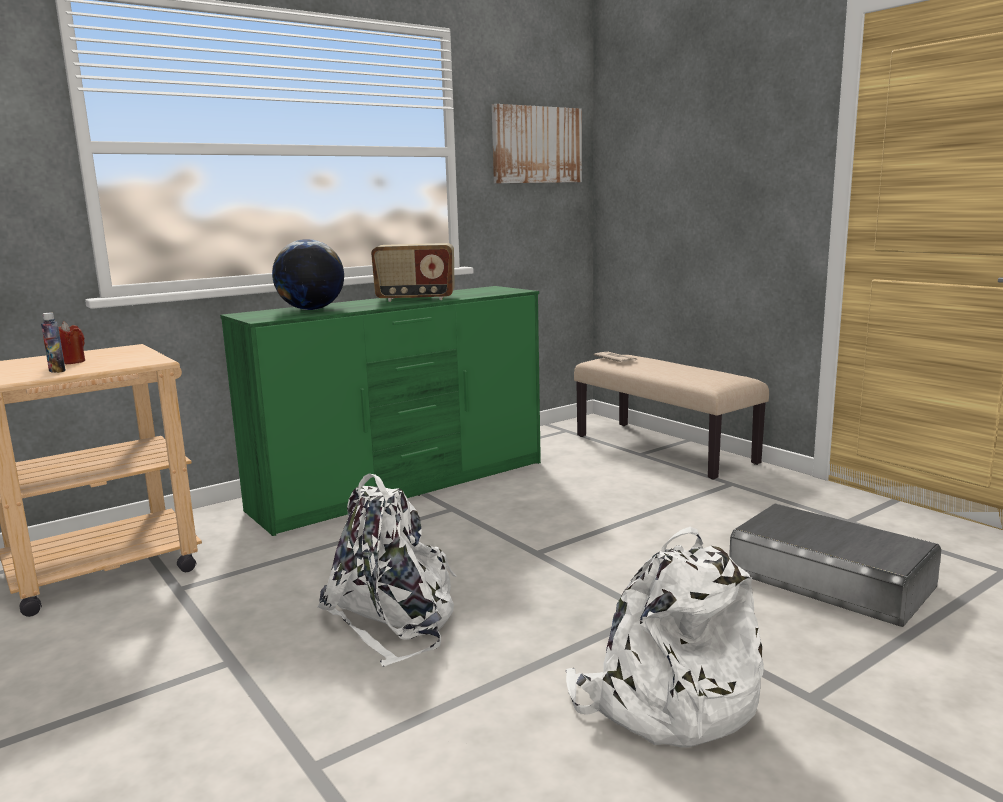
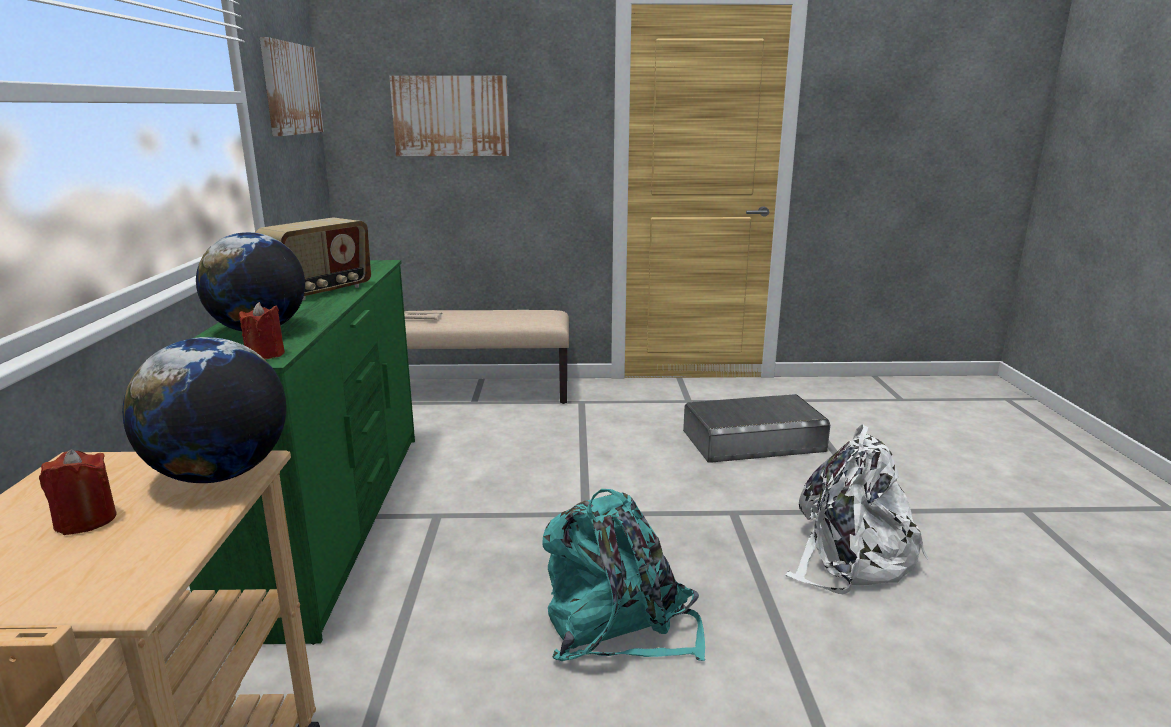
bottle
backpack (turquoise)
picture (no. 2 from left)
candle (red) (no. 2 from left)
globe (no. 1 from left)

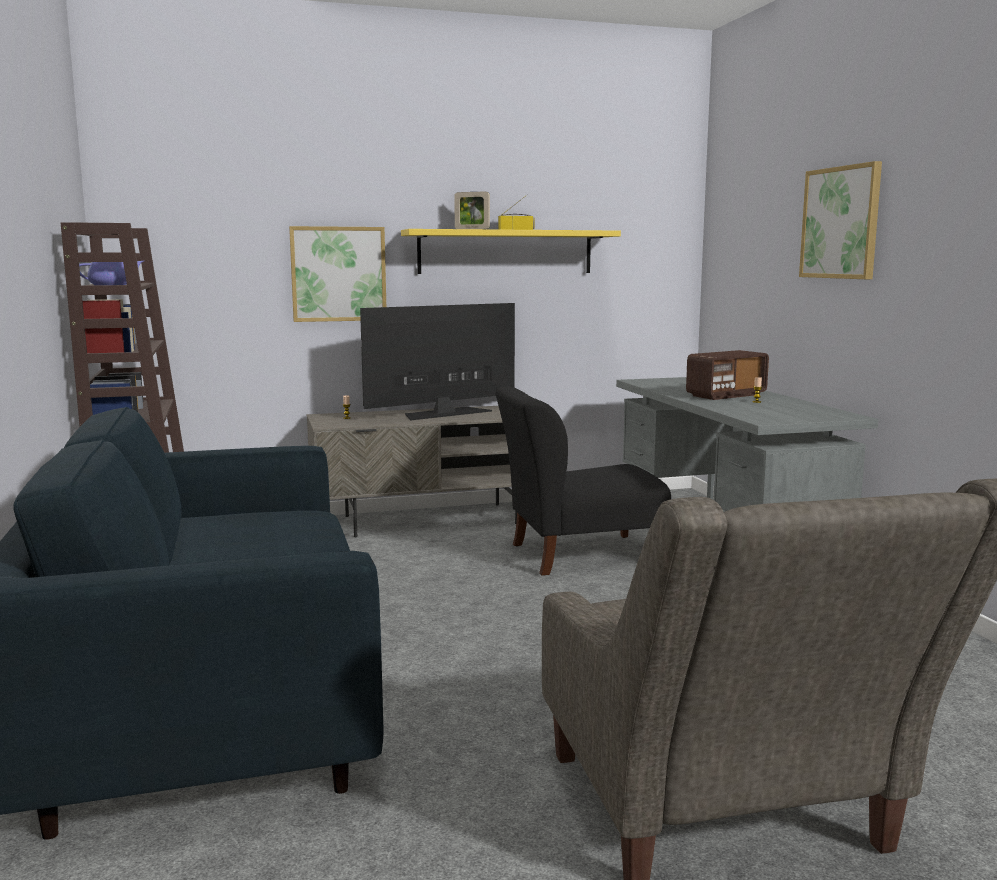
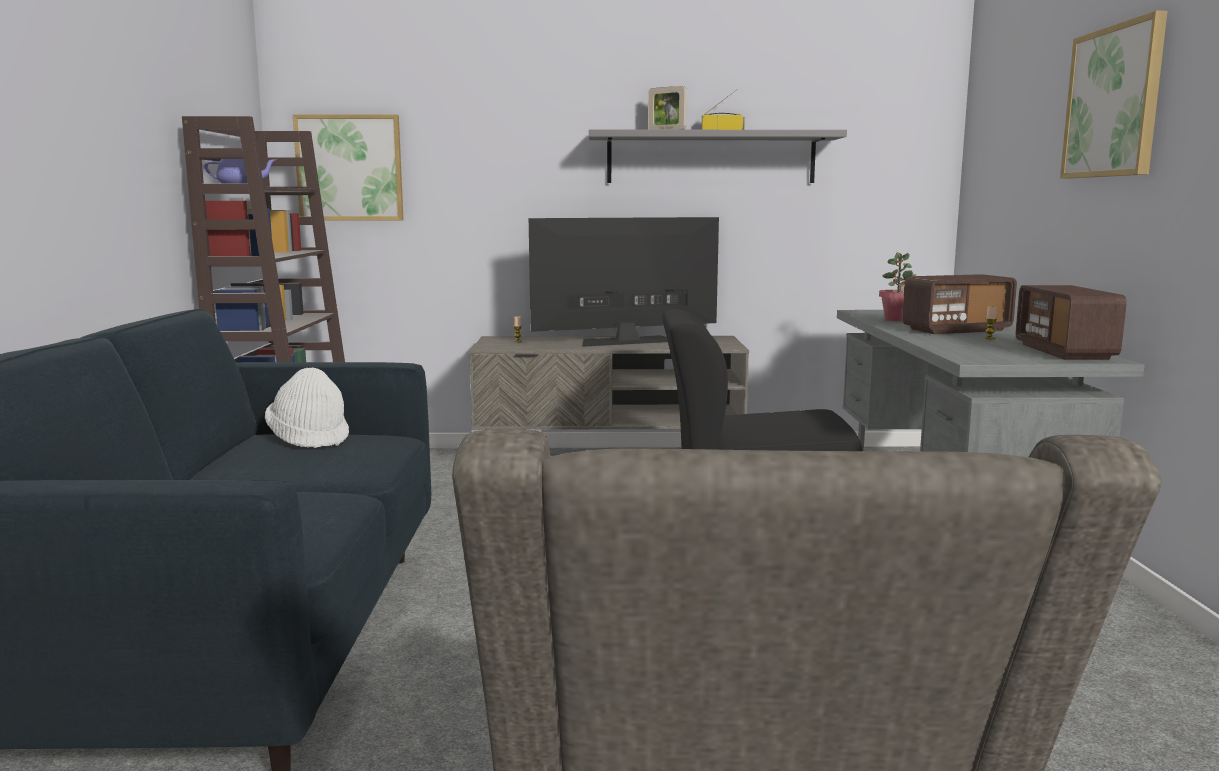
picture (no. 1 from left)
shelf (grey)
potted plant
radio (no. 3 from left)
hat (white)

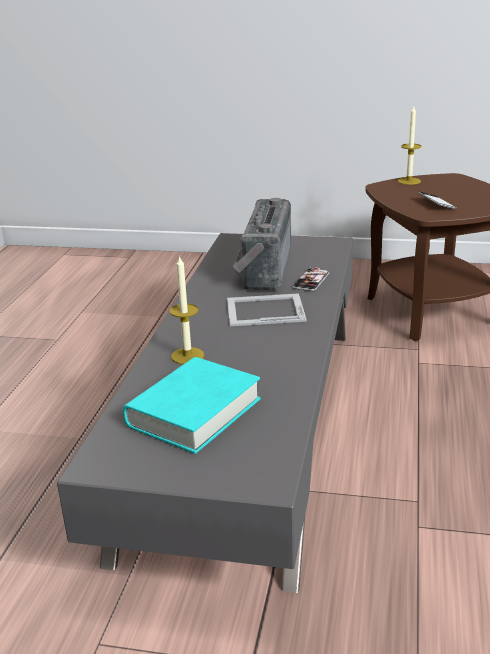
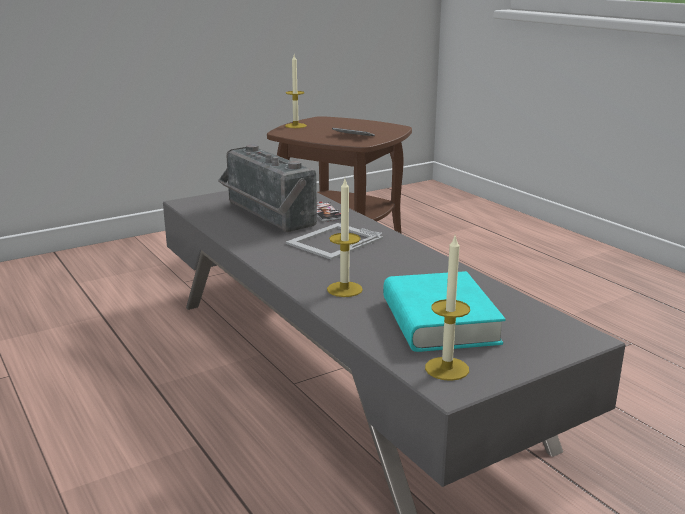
candle (no. 3 from left)

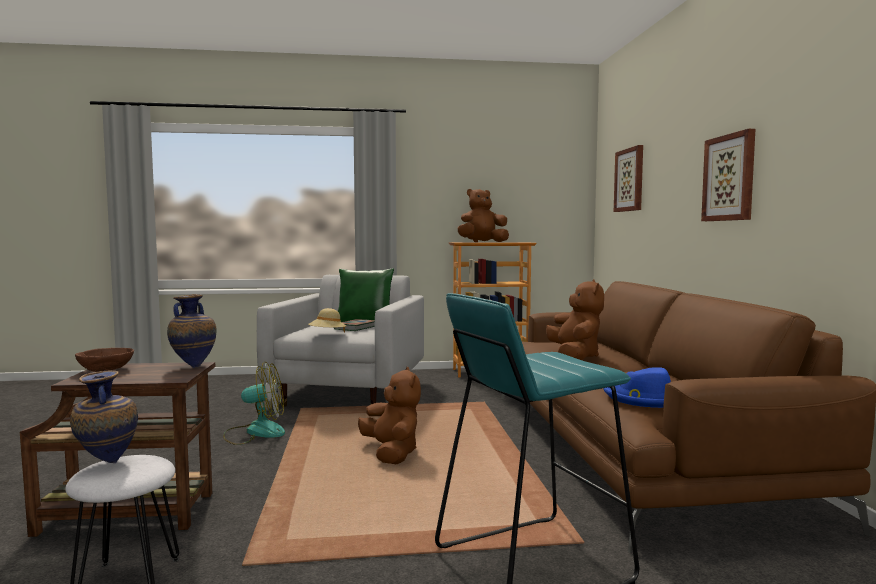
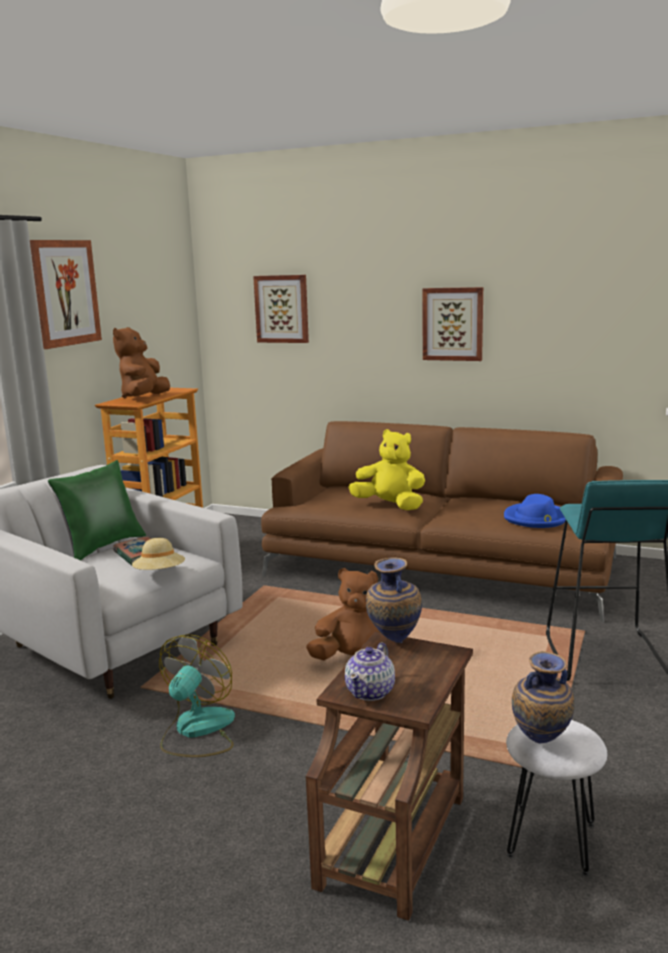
plush toy (yellow)
teapot
picture (no. 1 from left)

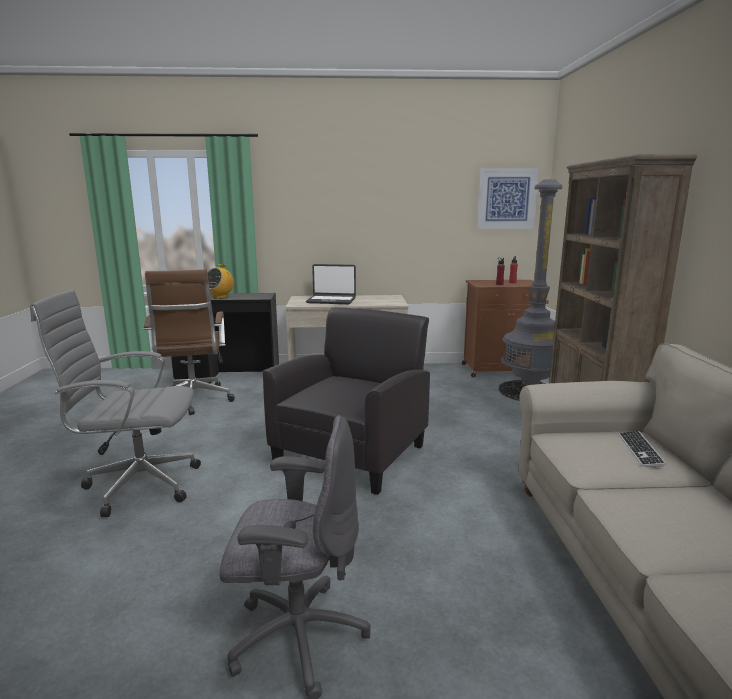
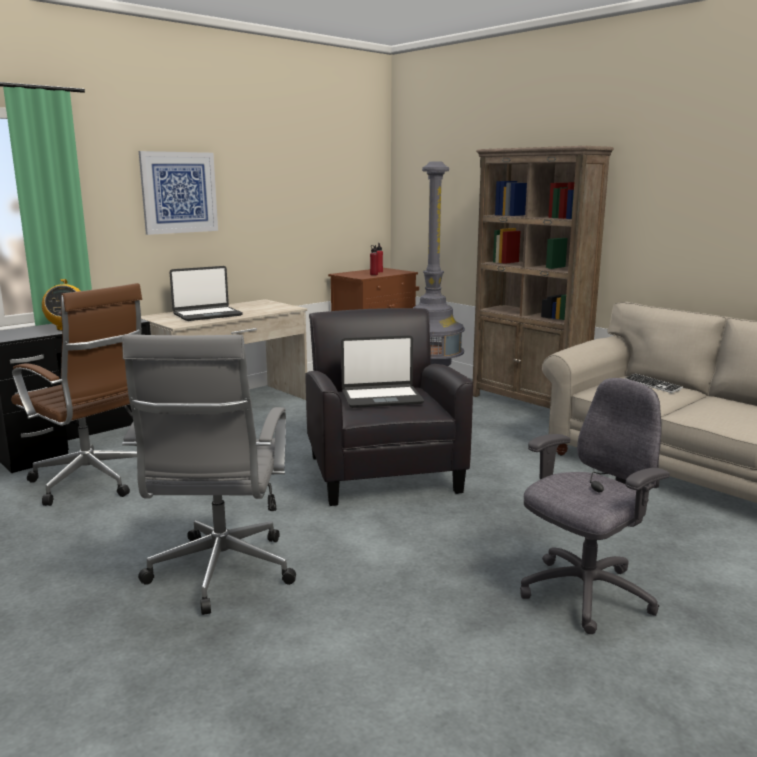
picture
office chair (grey) (no. 1 from left)
laptop (no. 2 from left)

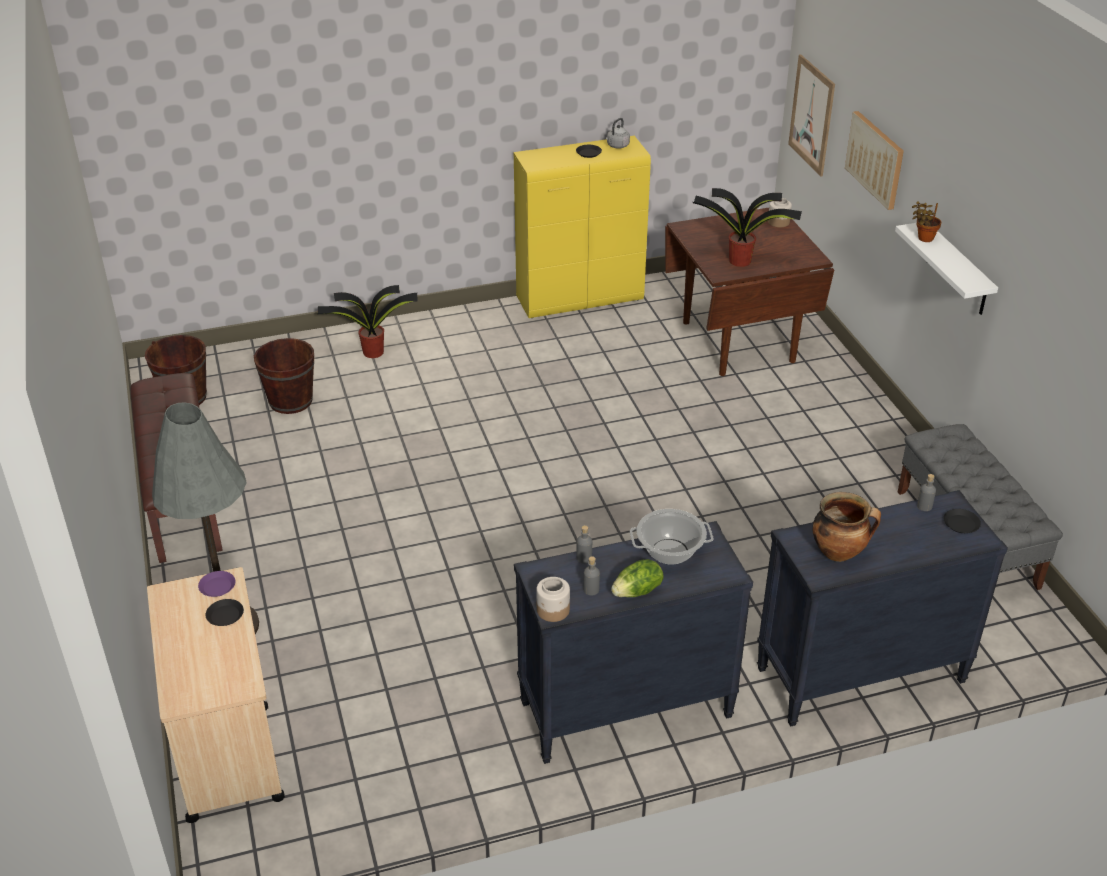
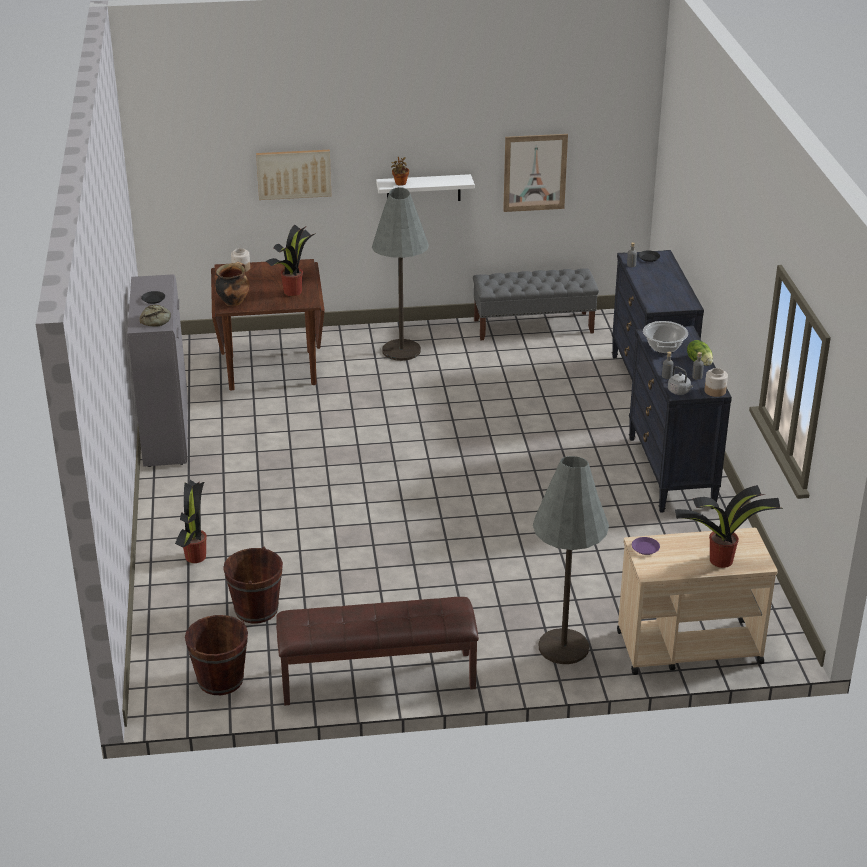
picture (no. 2 from left)
kettle (grey)
cabinet (grey)
cooking pot (no. 1 from left)
plate (black) (no. 1 from left in the first image)
floor lamp (grey) (no. 1 from left)
bread
potted plant (no. 4 from left)

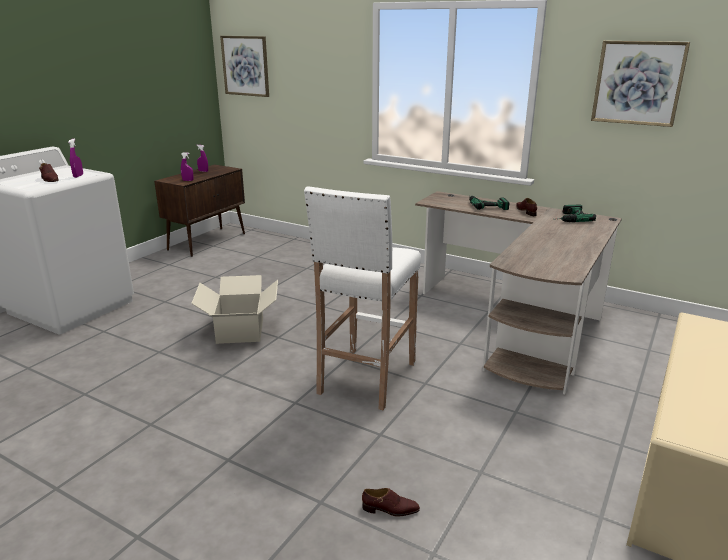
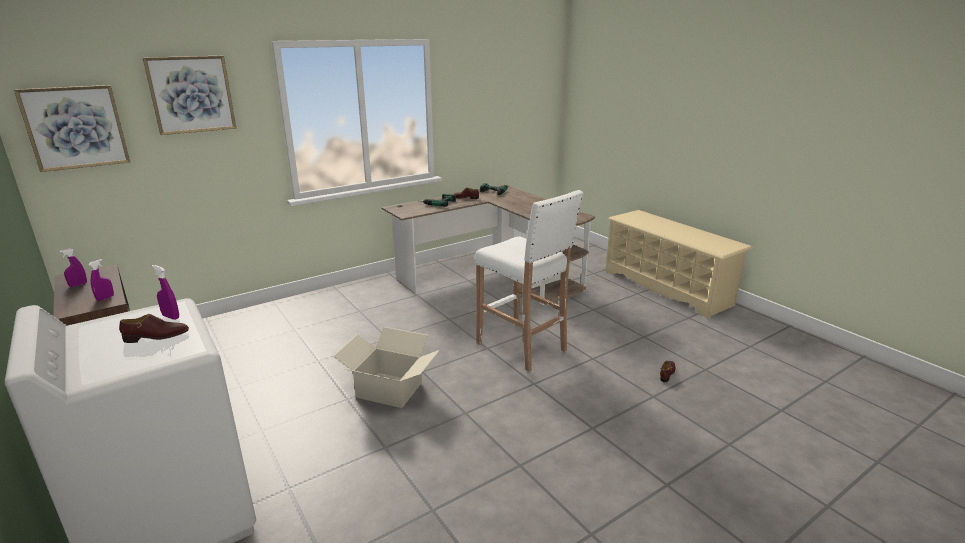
picture (no. 2 from left)

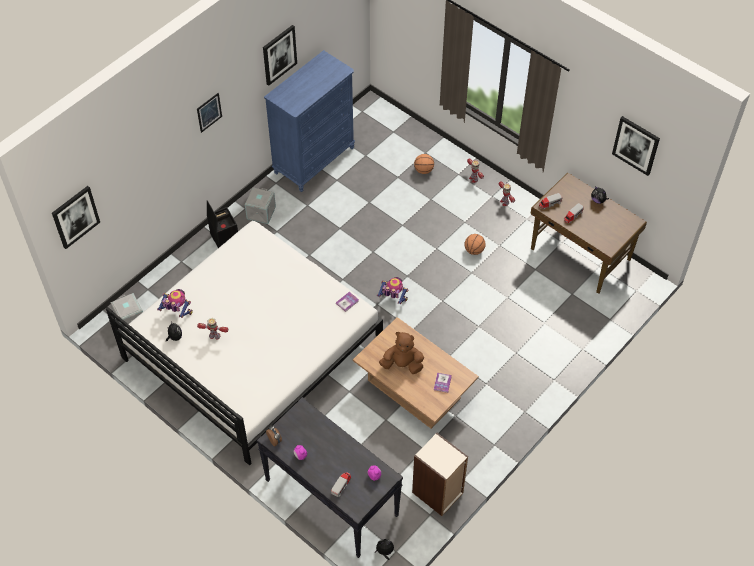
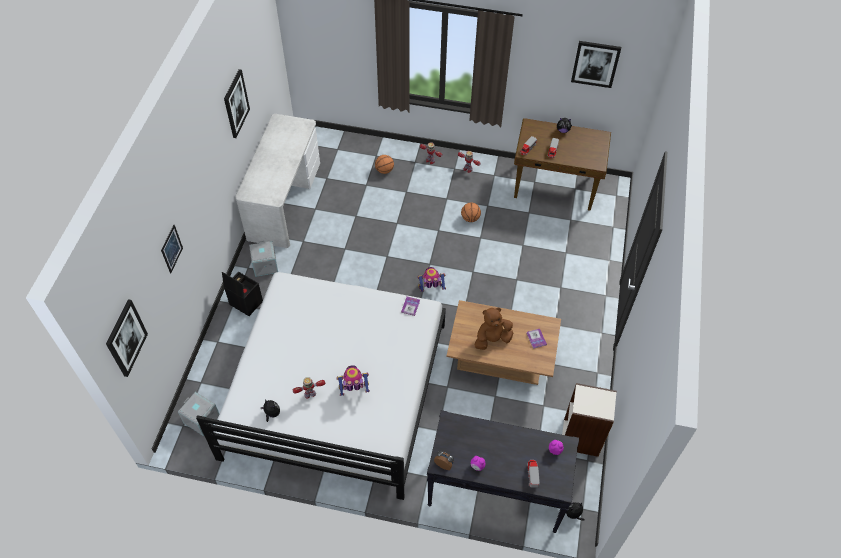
desk (white)
picture (no. 2 from left)
toy robot (no. 2 from left)

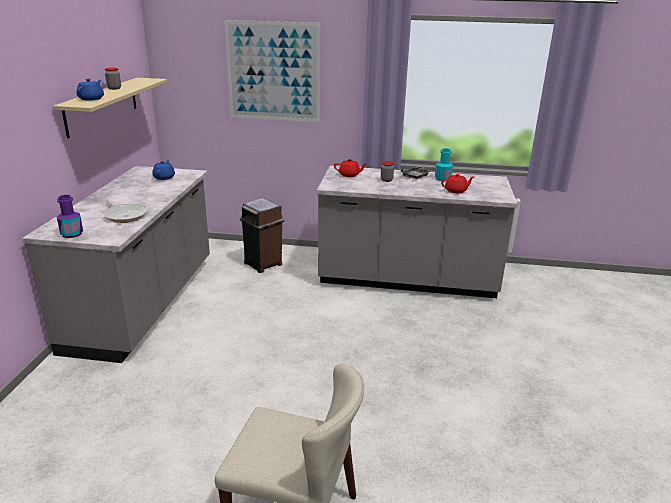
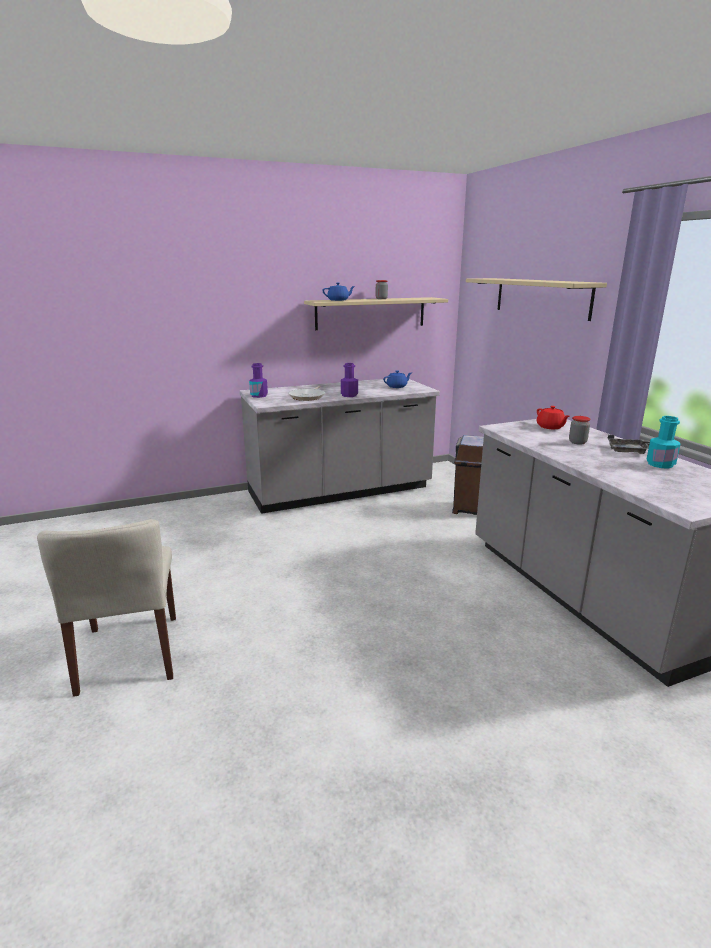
shelf (beige) (no. 2 from left)
teapot (red) (no. 2 from left in the first image)
bottle (purple) (no. 2 from left)

